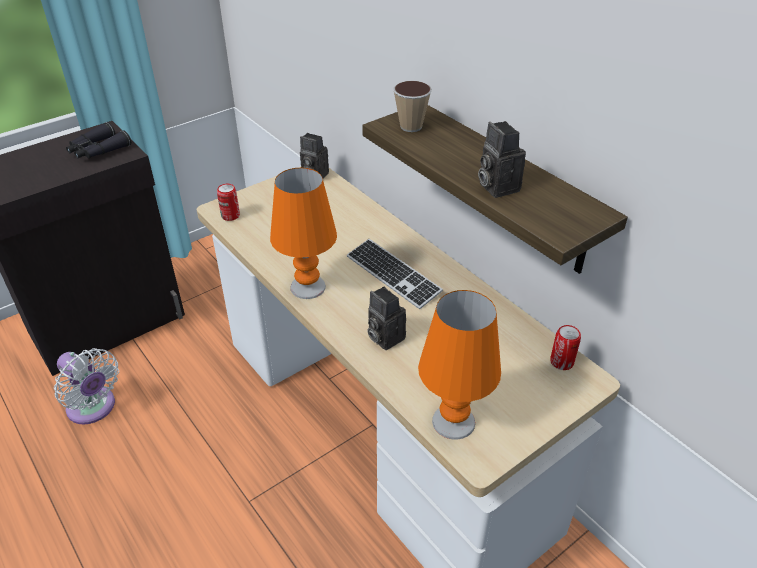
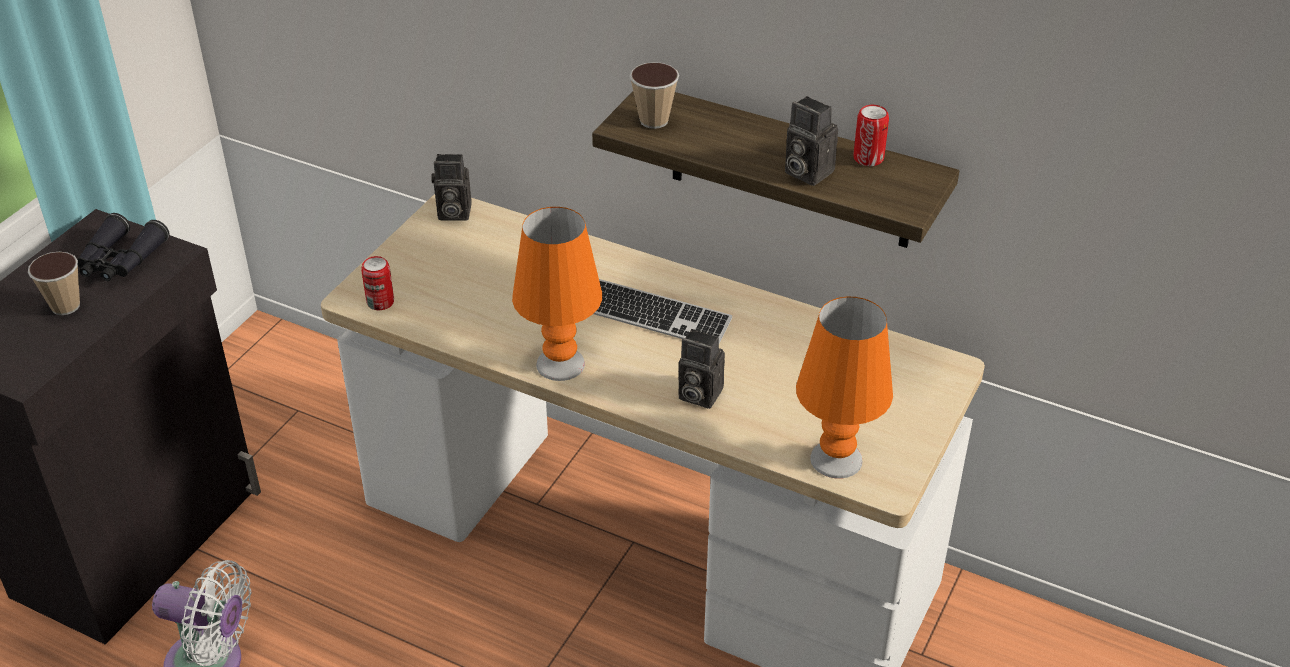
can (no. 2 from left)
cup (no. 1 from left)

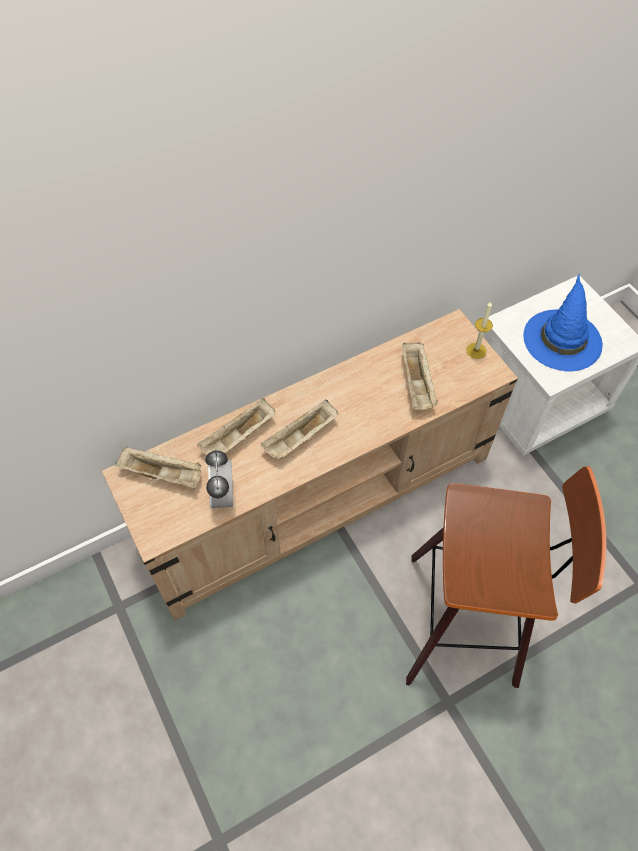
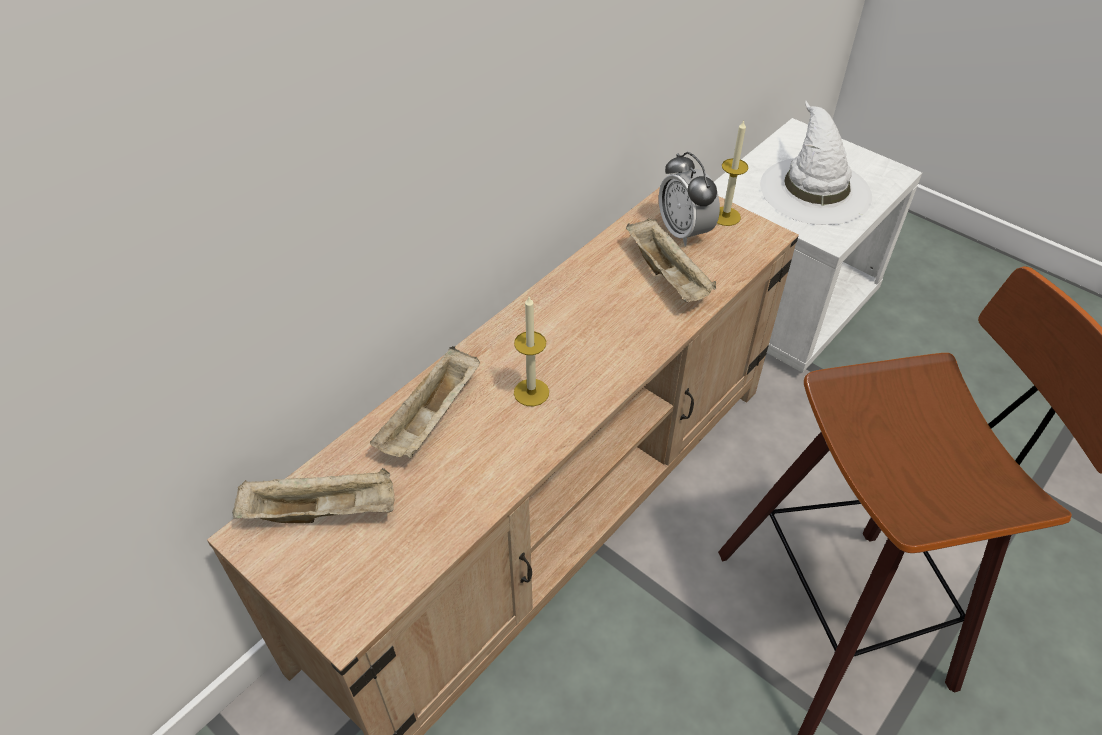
hat (white)
candle (no. 1 from left)
alarm clock

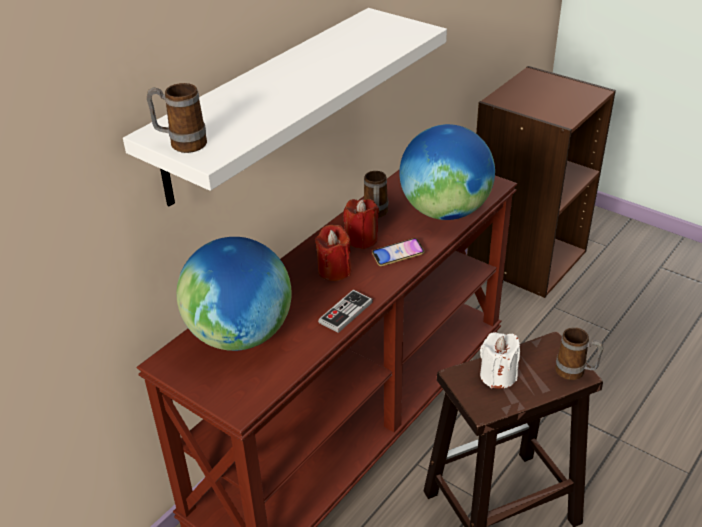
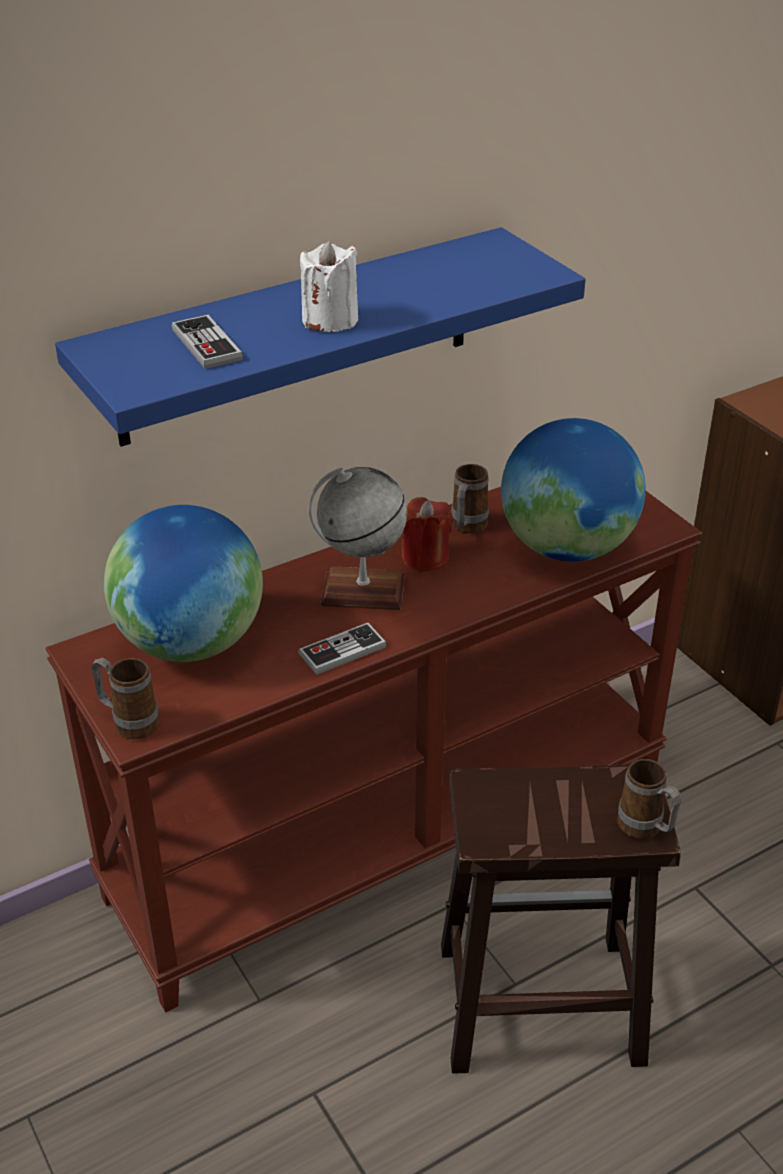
shelf (blue)
mug (no. 1 from left)
globe (no. 2 from left)
phone
candle (white)
game controller (no. 1 from left)

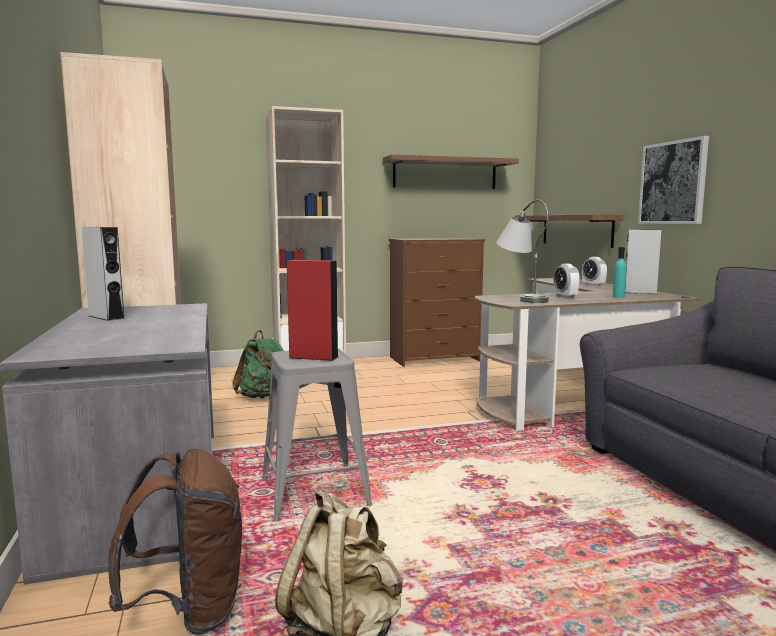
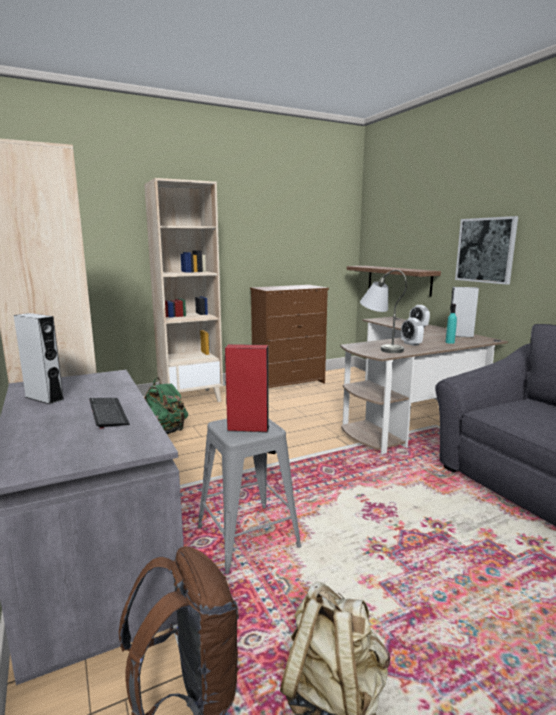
shelf (no. 1 from left in the first image)
keyboard

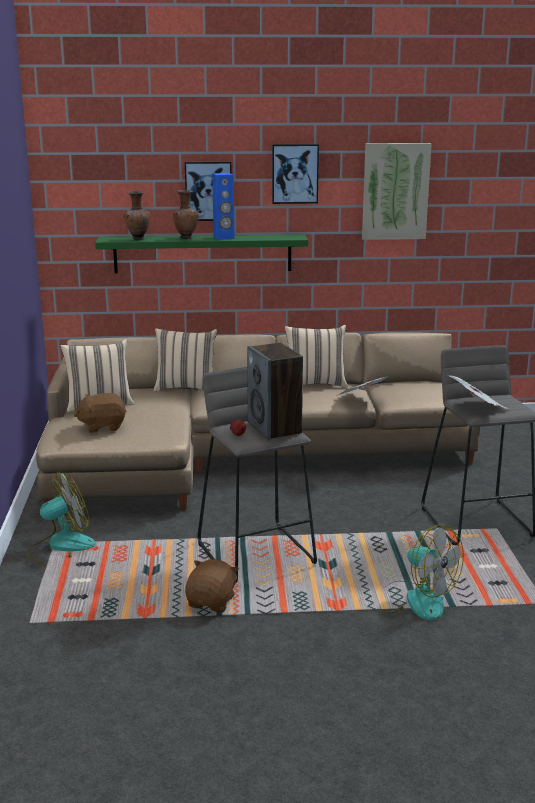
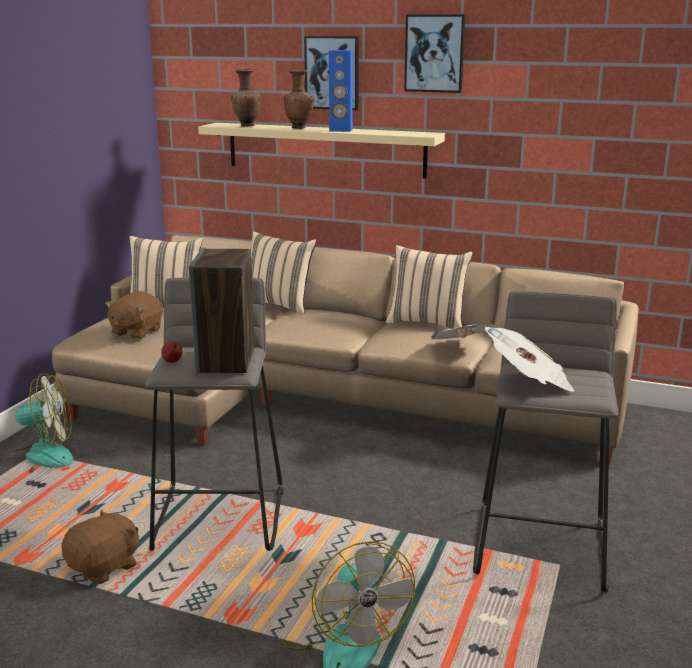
picture (no. 3 from left in the first image)
shelf (beige)
plush toy (brown) (no. 2 from left)

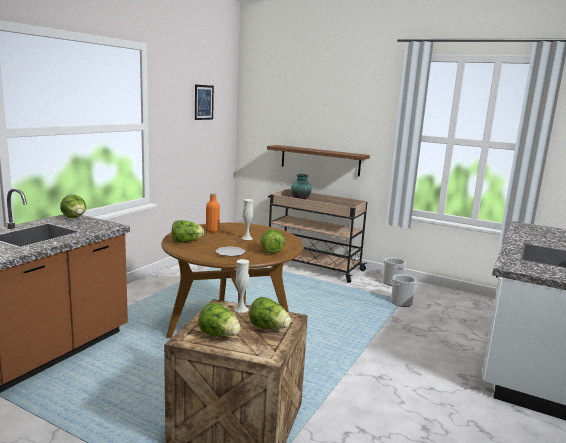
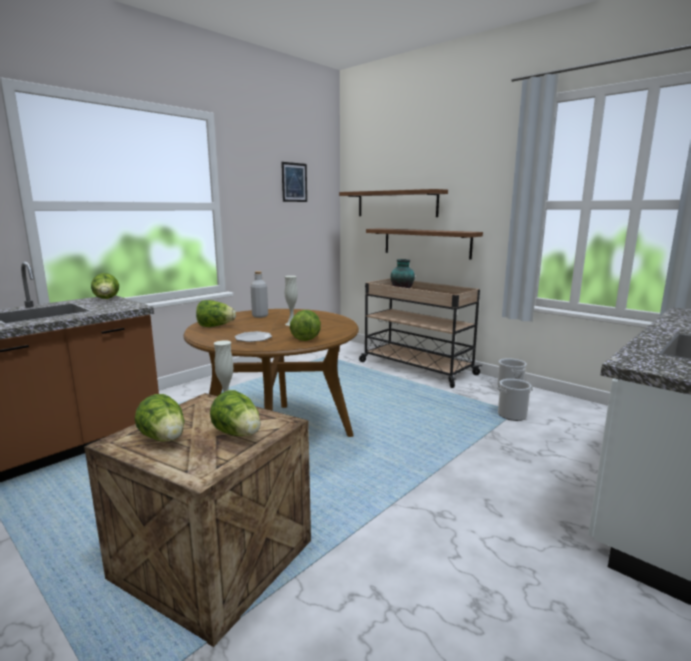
bottle (grey)
shelf (no. 1 from left)

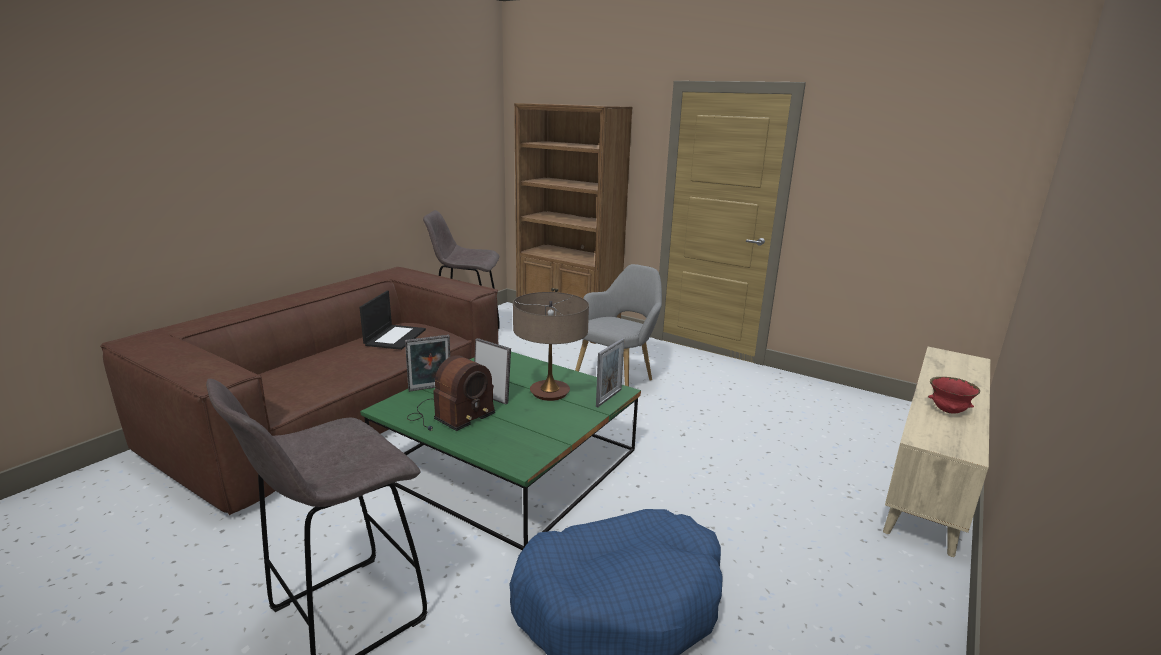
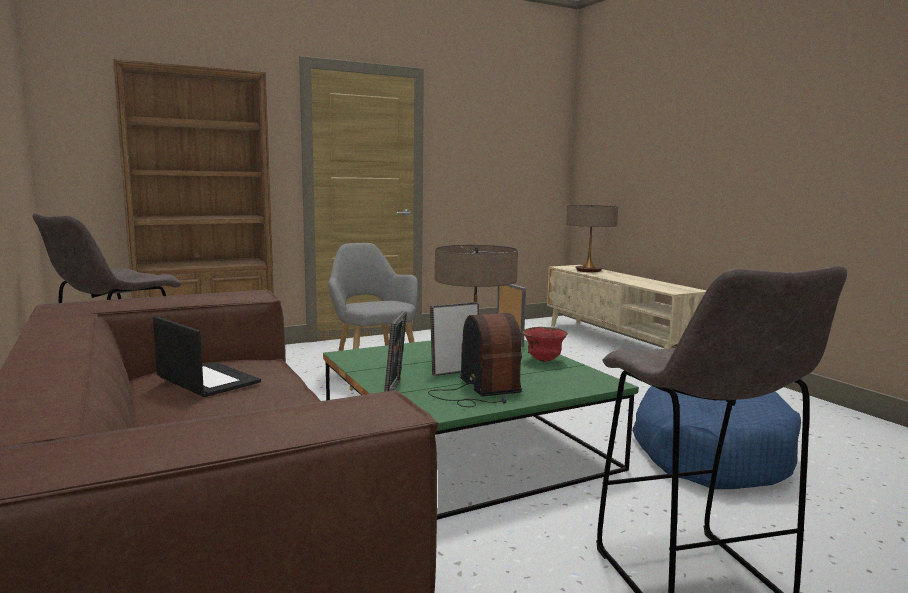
bowl (red)
table lamp (no. 2 from left)

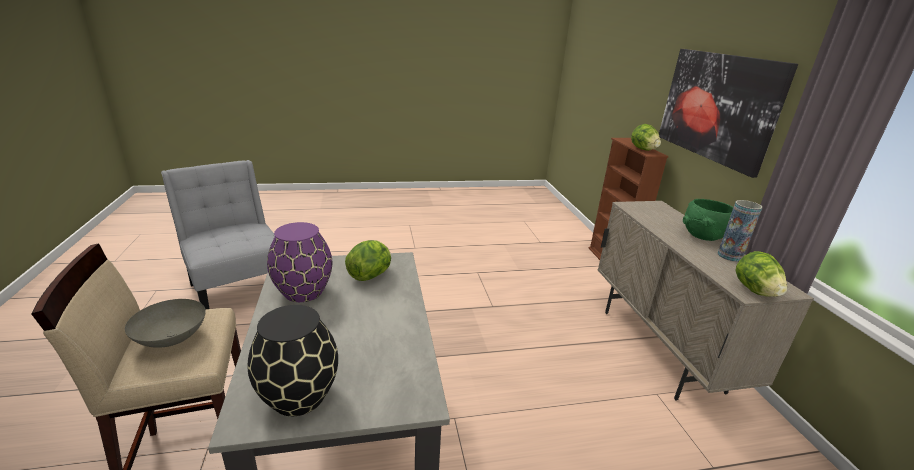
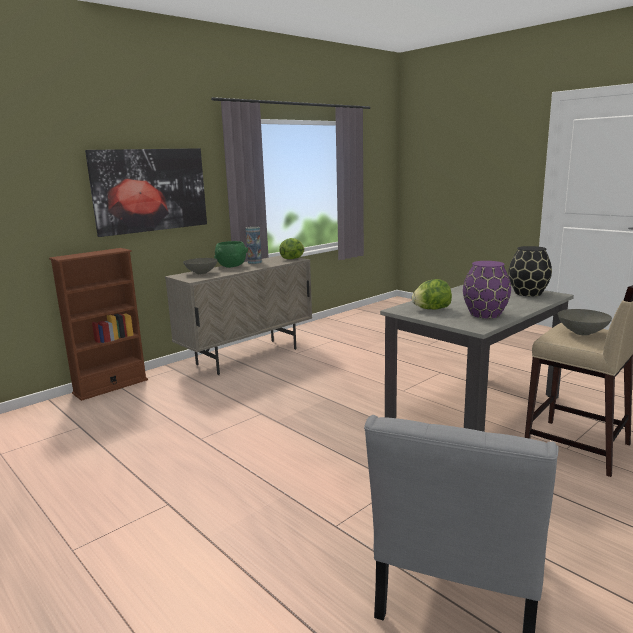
lettuce (no. 2 from left in the first image)
bowl (grey) (no. 1 from left)

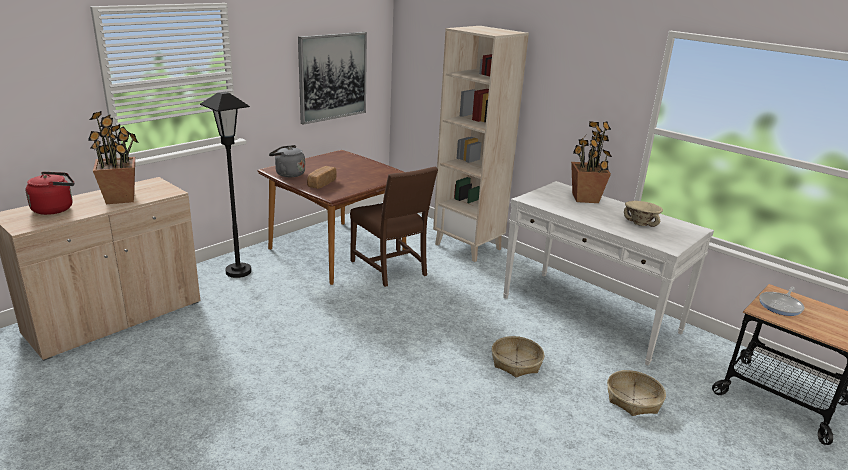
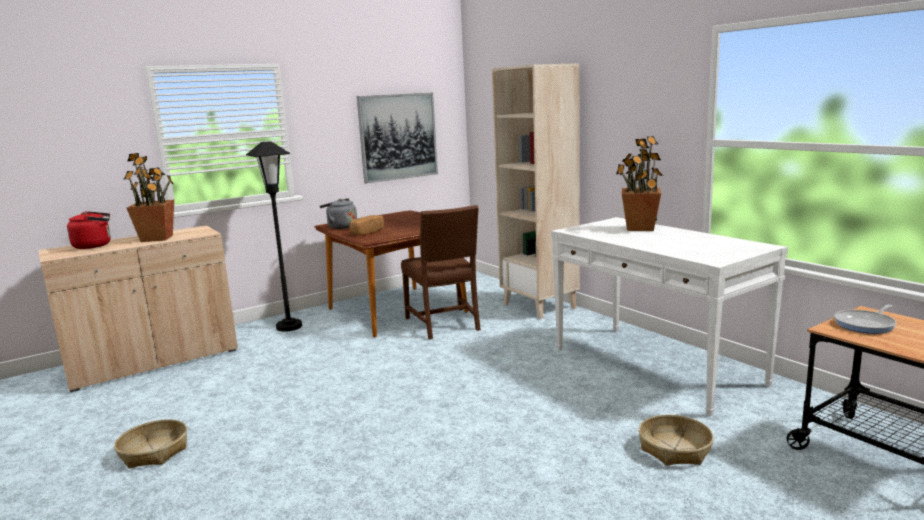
bowl (beige)
basket (no. 1 from left)

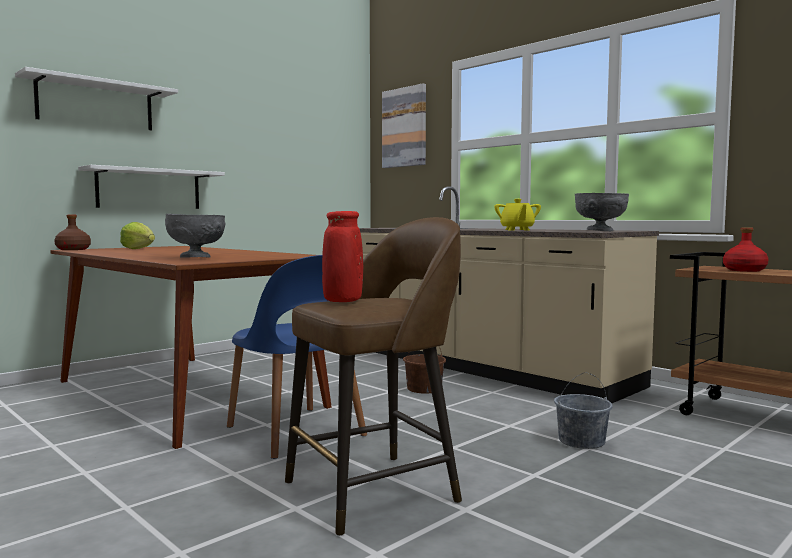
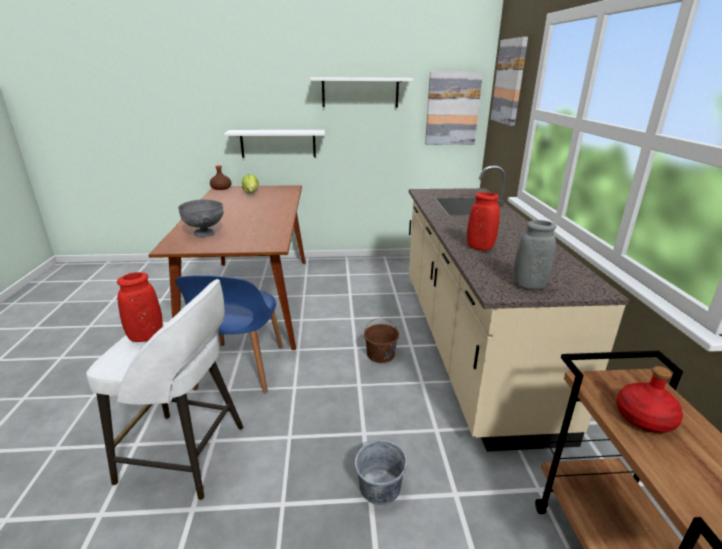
shelf (white) (no. 2 from left)
vase (grey)
vase (red) (no. 2 from left)
stool (white)
picture (no. 1 from left)

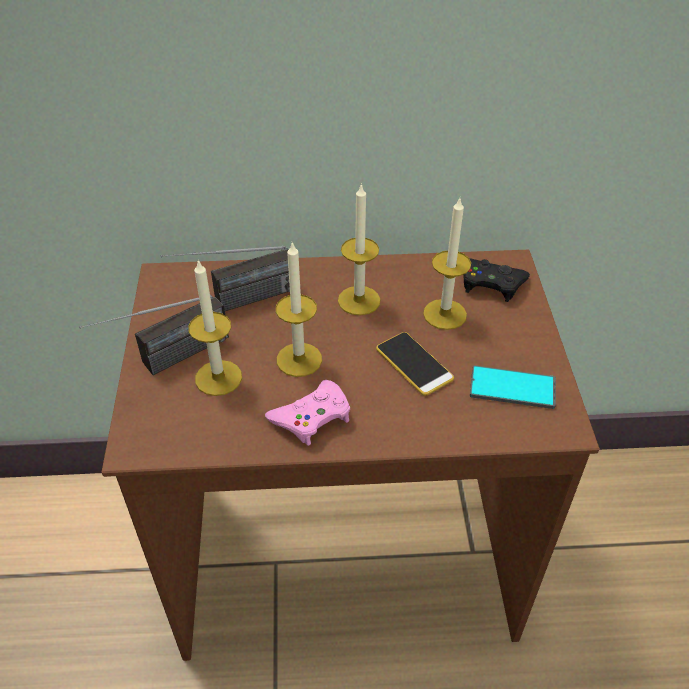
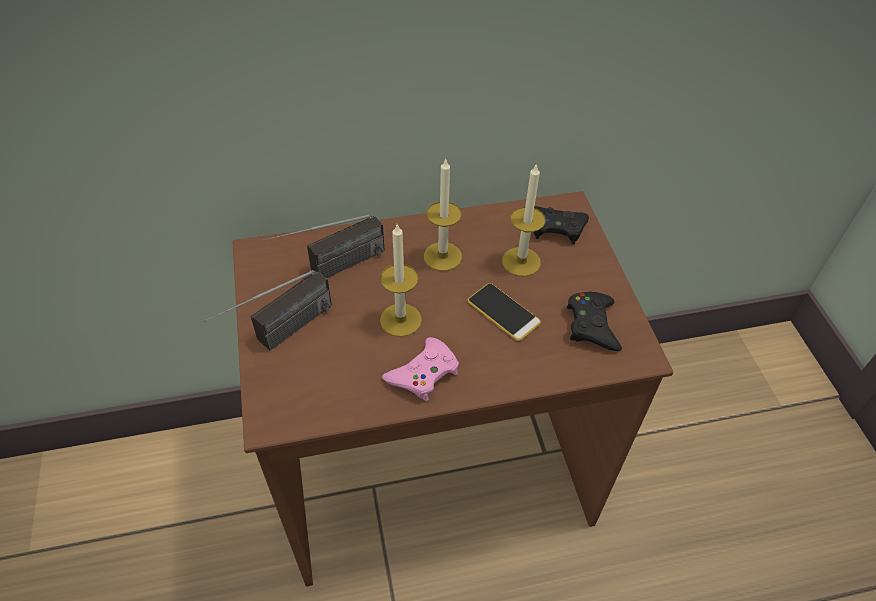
candle (no. 1 from left in the first image)
game controller (black) (no. 2 from left)

